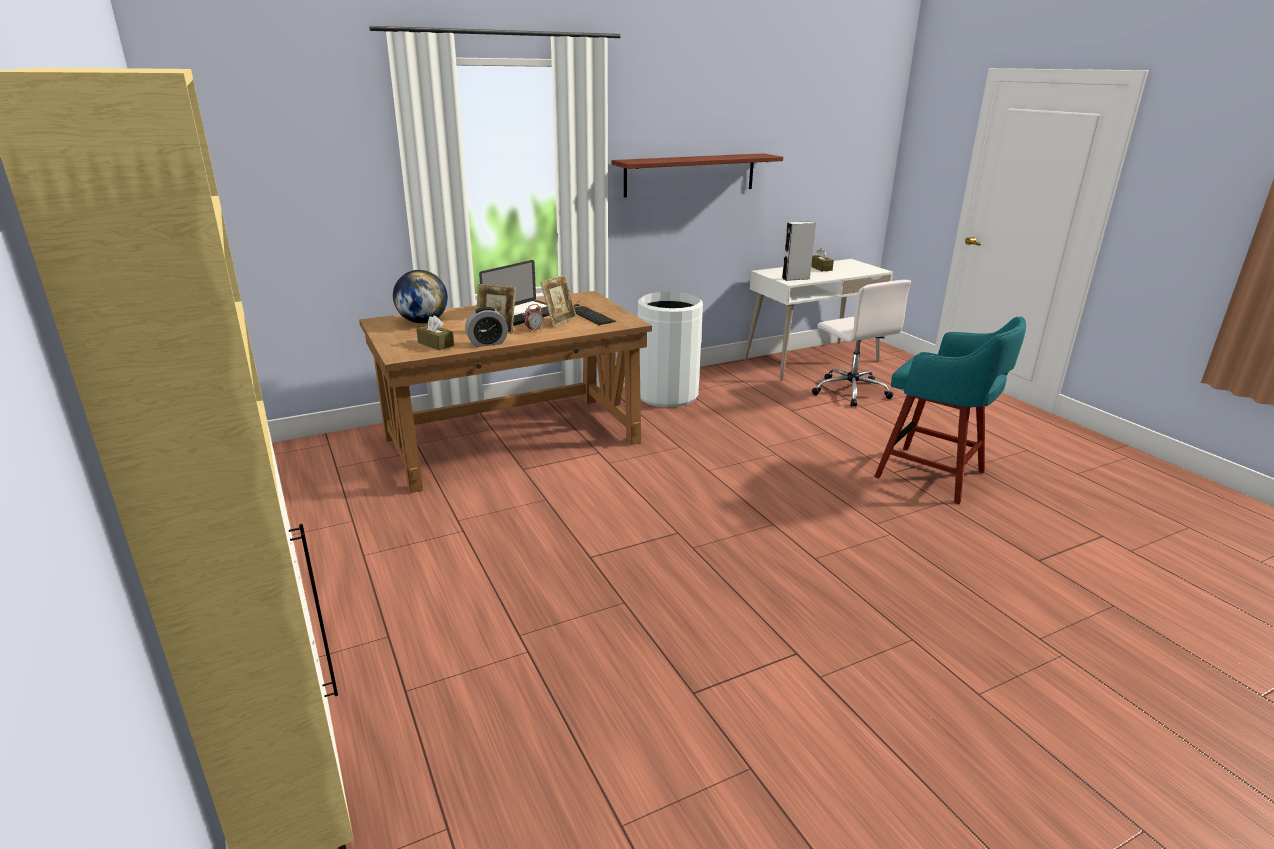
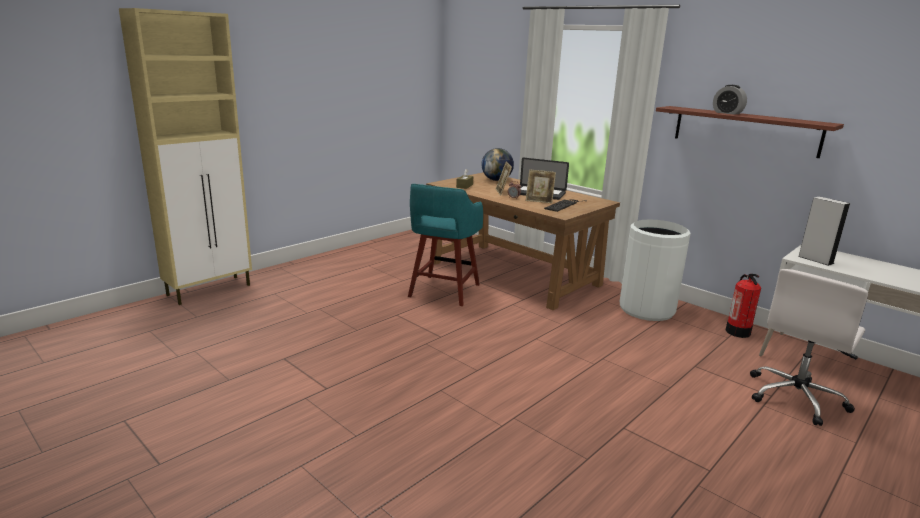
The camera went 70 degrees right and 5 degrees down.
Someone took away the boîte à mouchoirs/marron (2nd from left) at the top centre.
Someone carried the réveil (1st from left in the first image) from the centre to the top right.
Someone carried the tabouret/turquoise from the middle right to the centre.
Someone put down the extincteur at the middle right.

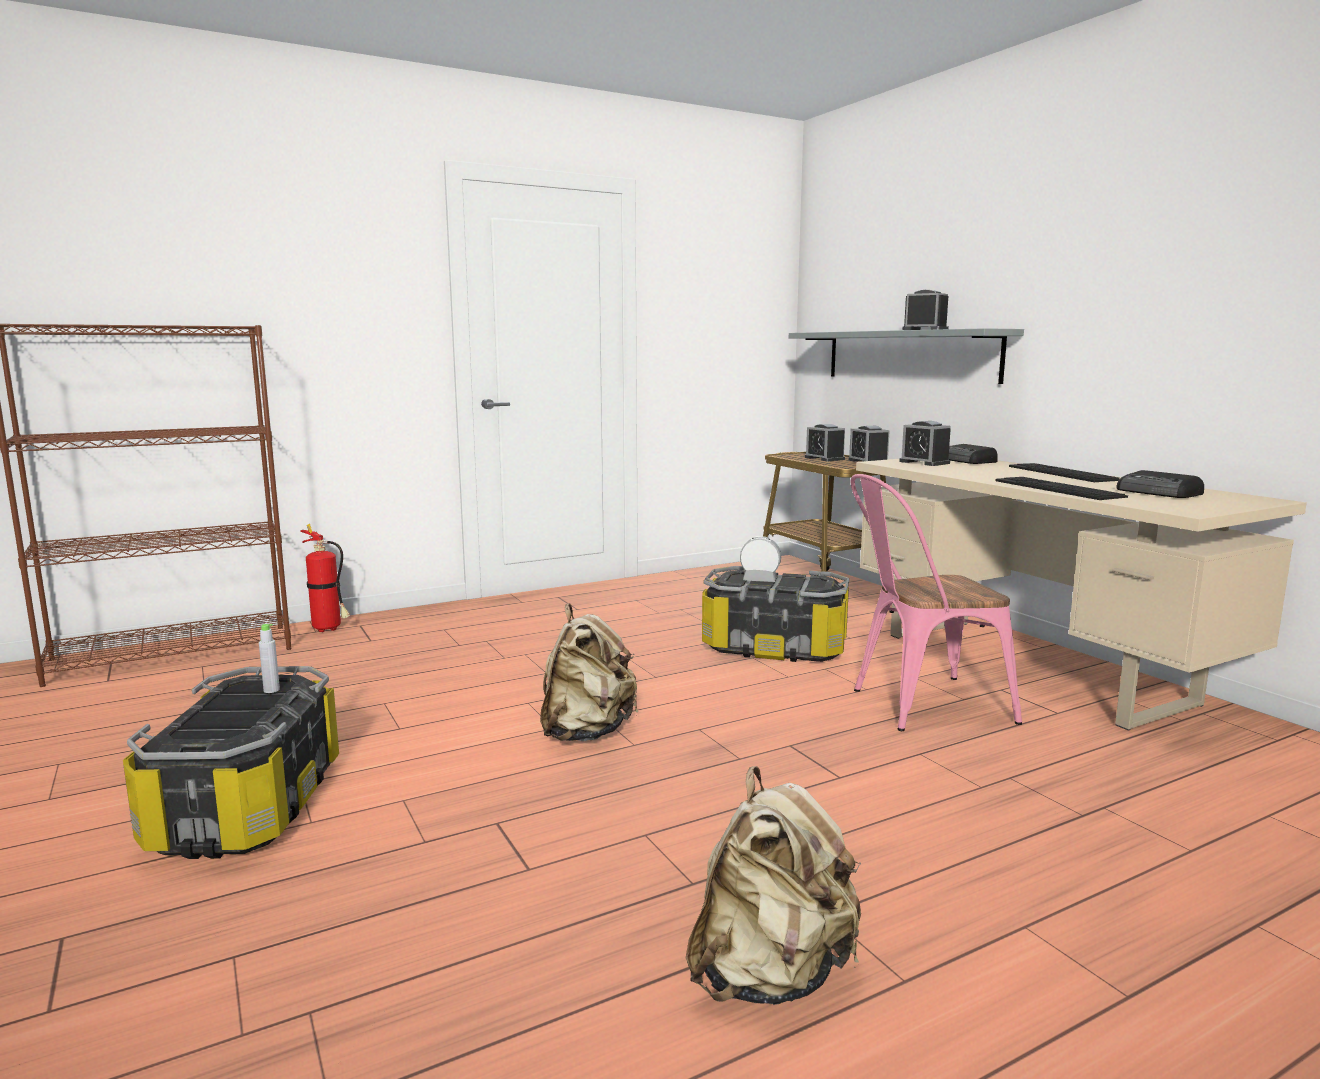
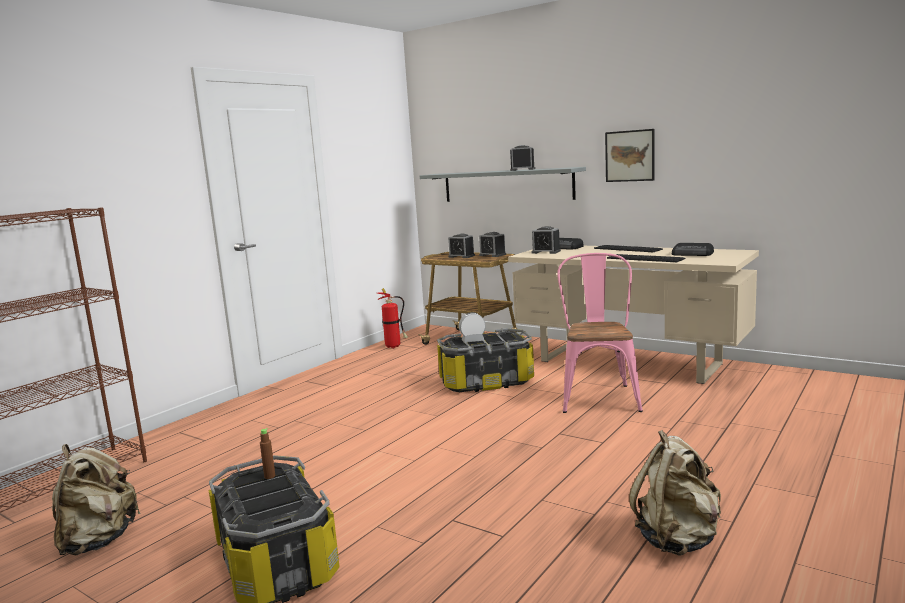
The camera went 25 degrees left and 0 degrees up.
Someone rotated the chaise/rose at the middle right by 135 degrees clockwise.
Someone carried the extincteur from the middle left to the centre.
Someone carried the sac à dos/beige (1st from left) from the centre to the bottom left.
Someone repainted the bouteille/gris at the middle left, which became the bouteille/marron at the bottom left.
Someone put up the tableau at the top right.

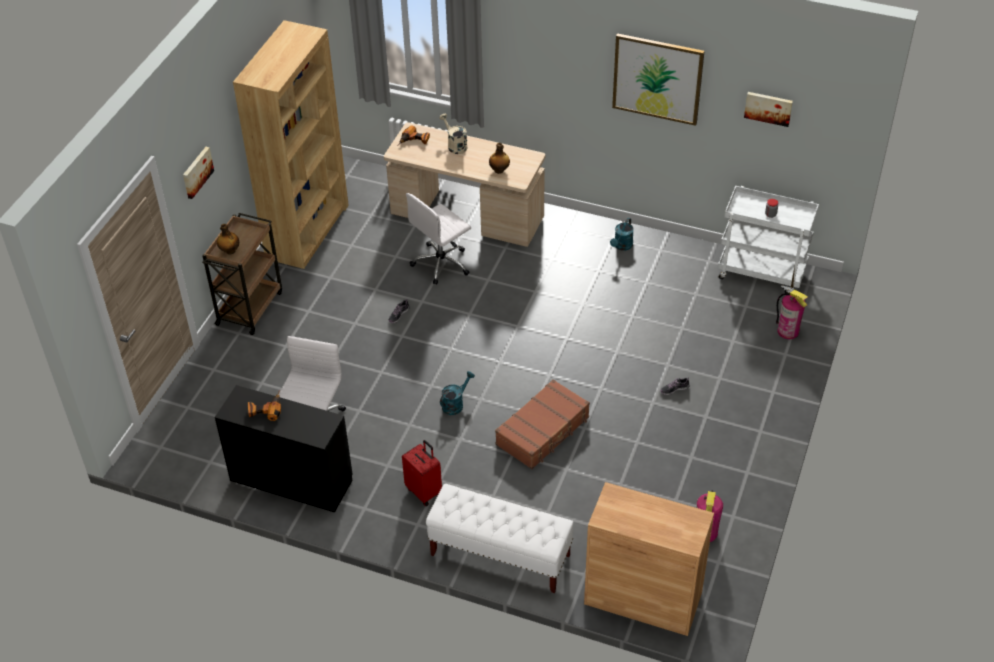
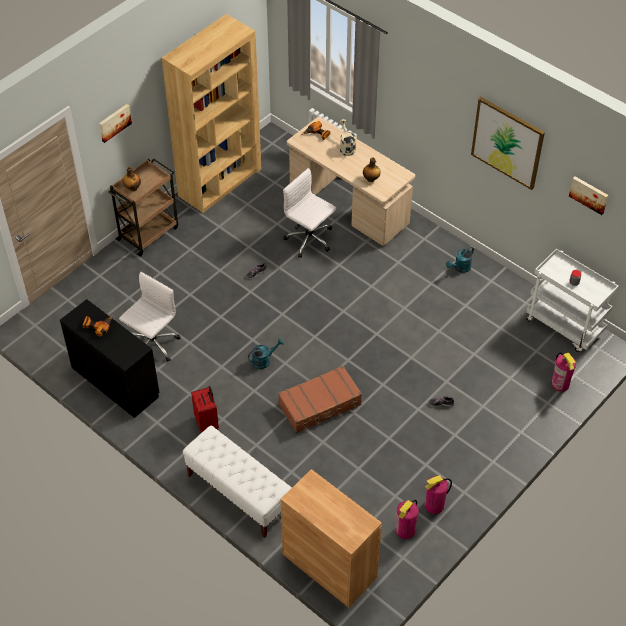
The camera went 20 degrees right and 5 degrees up.
Someone rotated the chaise de bureau/blanc (2nd from left) at the centre by 60 degrees clockwise.
Someone put down the extincteur (2nd from left) at the bottom right.

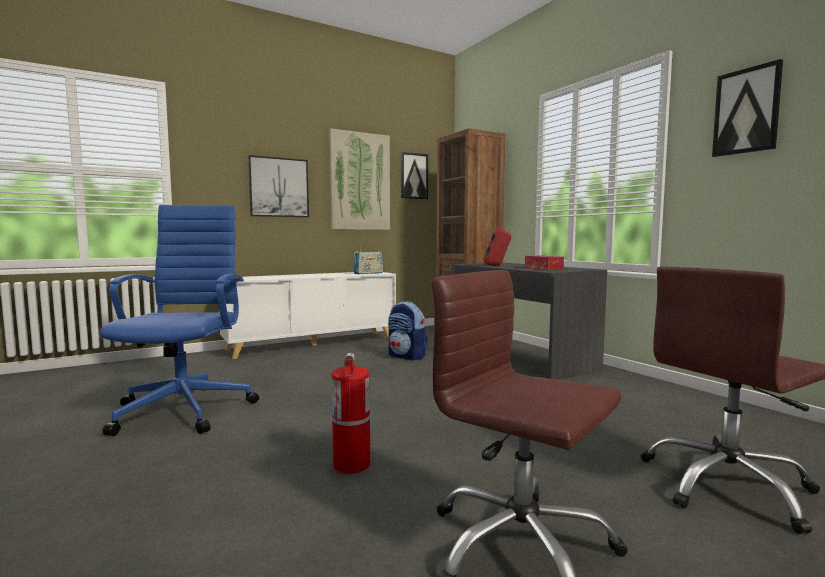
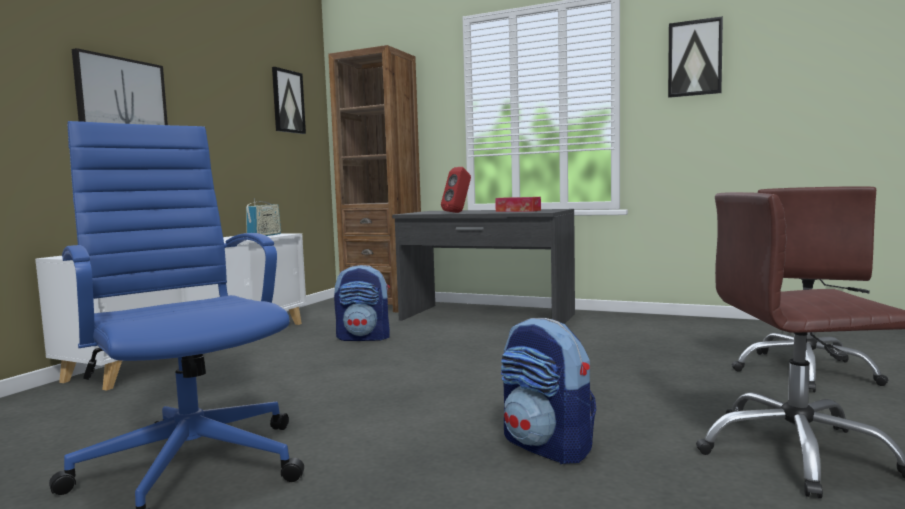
The camera went 35 degrees left and 0 degrees up.
Someone took away the tableau (2nd from left) at the top centre.
Someone swapped the extincteur at the bottom centre for the sac à dos (2nd from left) at the bottom centre.

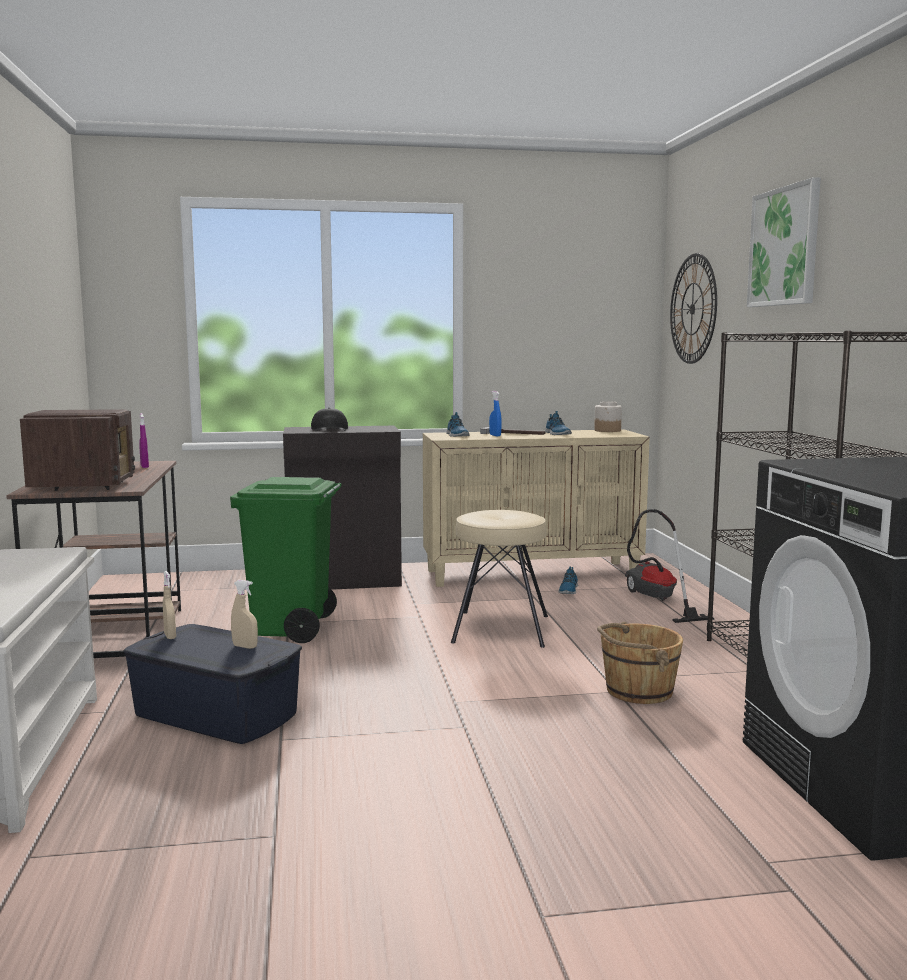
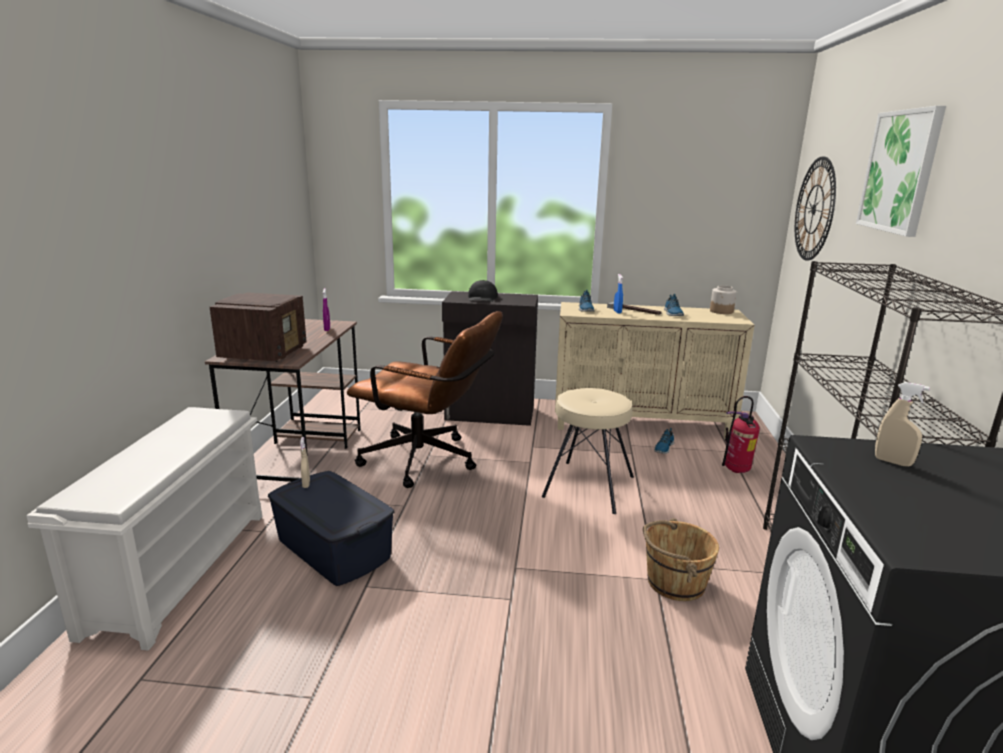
The camera went 15 degrees right and 10 degrees up.
Someone swapped the poubelle/vert at the middle left for the chaise de bureau/marron at the centre.
Someone swapped the aspirateur at the middle right for the extincteur at the middle right.
Someone carried the vaporisateur/beige (2nd from left) from the middle left to the middle right.

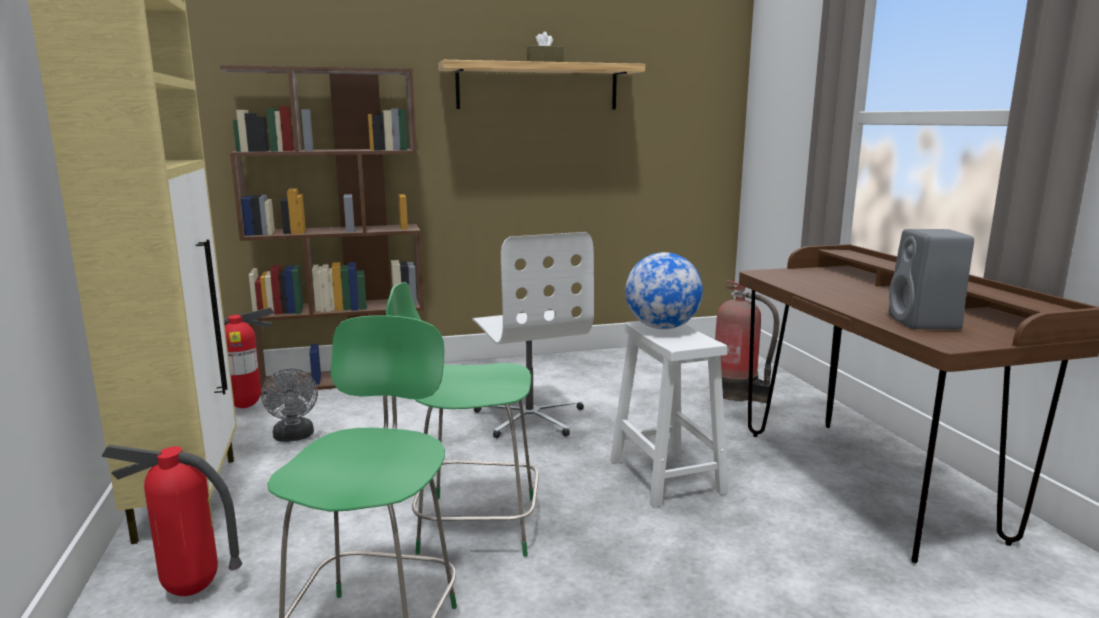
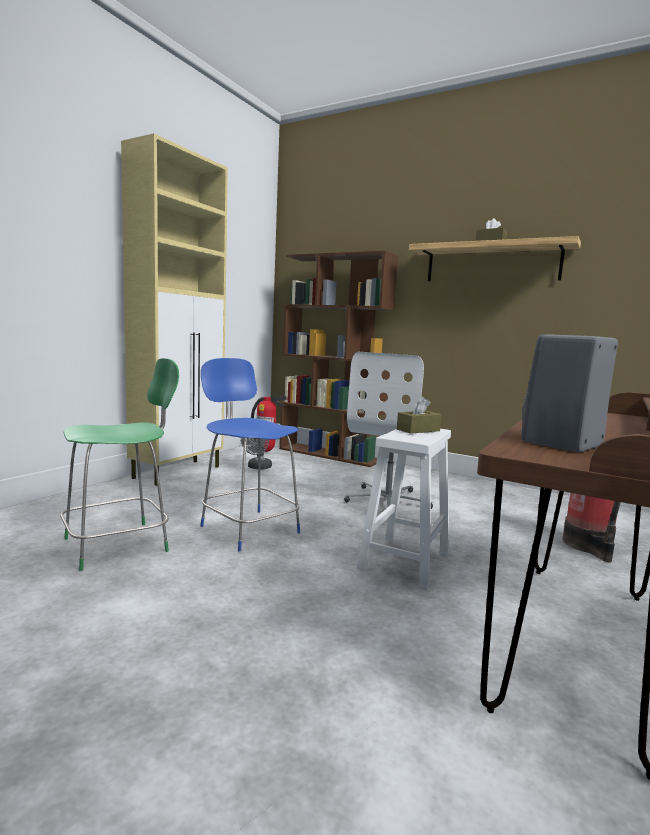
The camera went 45 degrees right and 5 degrees down.
Someone swapped the globe at the centre for the boîte à mouchoirs/marron (1st from left) at the centre.
Someone repainted the chaise/vert (2nd from left) at the bottom centre, which became the chaise/bleu at the centre.
Someone took away the extincteur (1st from left) at the bottom left.

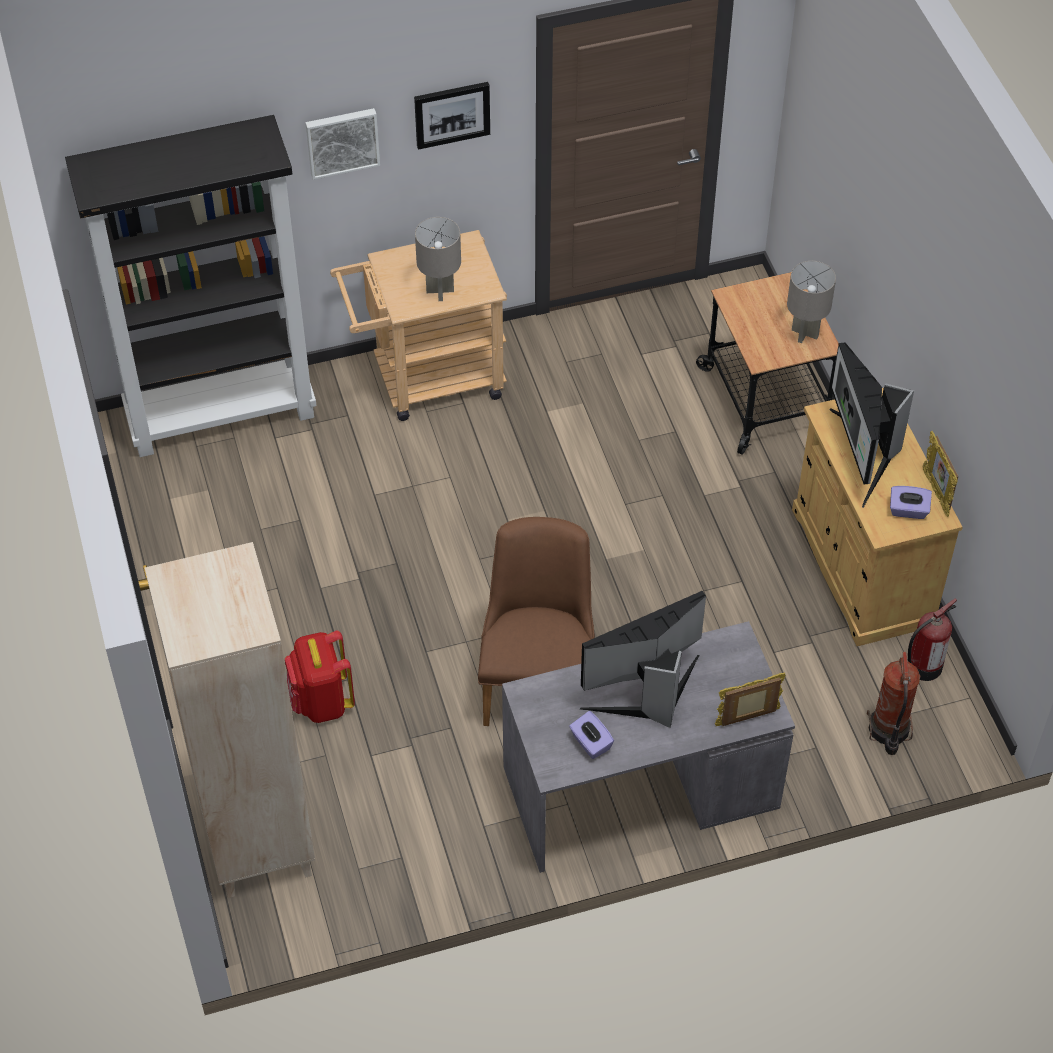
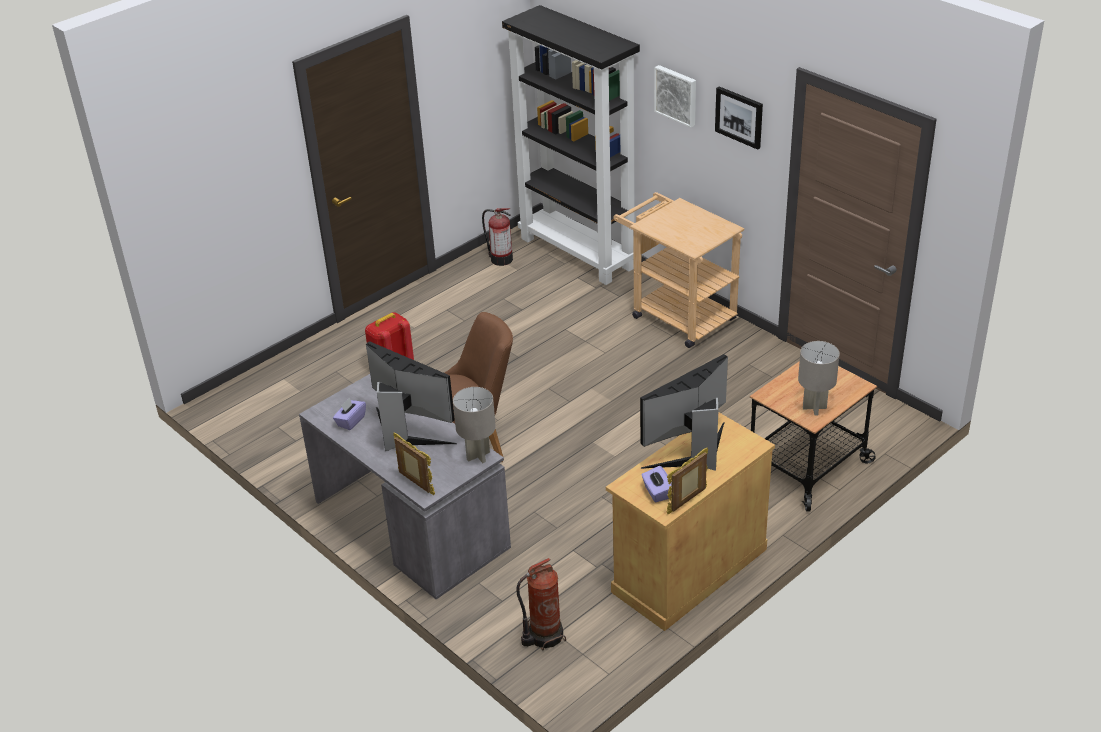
The camera went 65 degrees right and 15 degrees down.
Someone carried the lampe de table/gris (1st from left) from the top centre to the centre.
Someone took away the bibliothèque/beige at the bottom left.
Someone carried the extincteur (2nd from left in the first image) from the middle right to the top centre.

